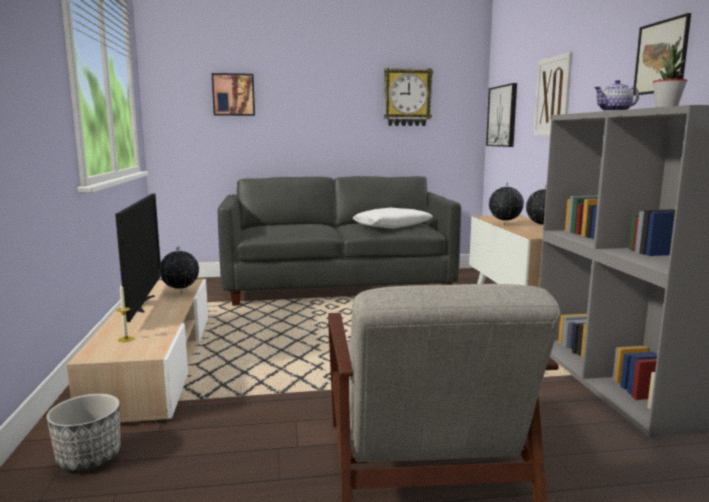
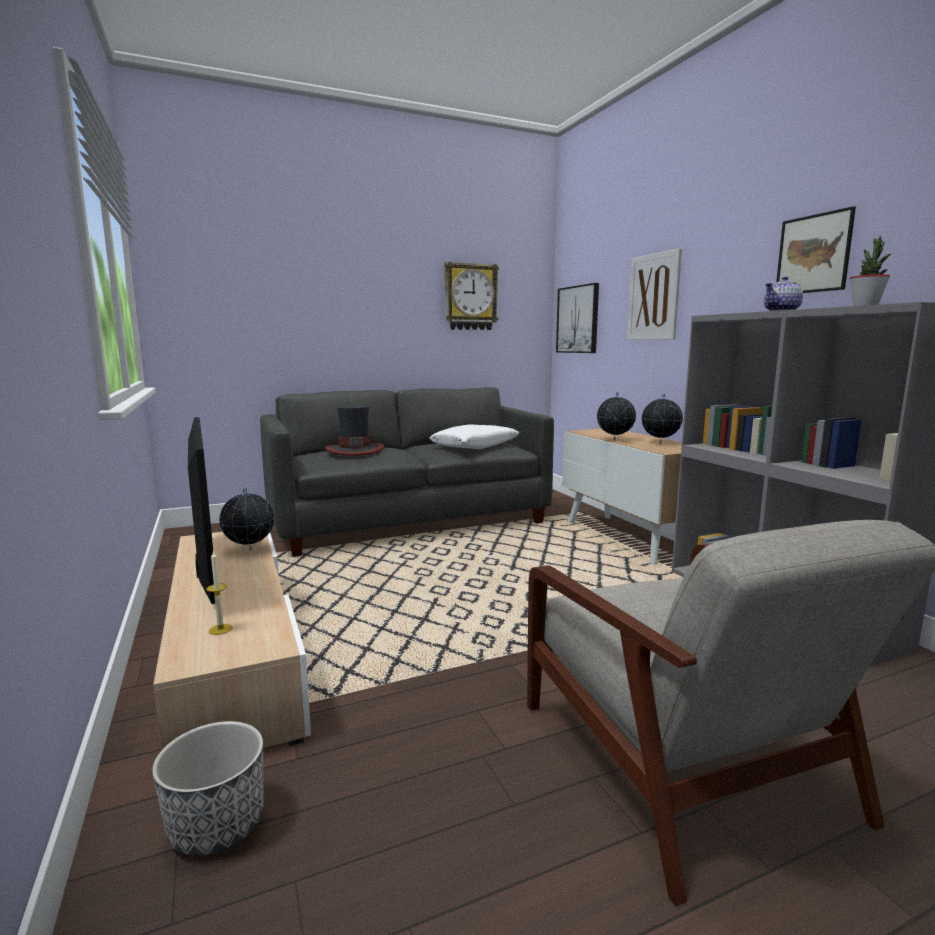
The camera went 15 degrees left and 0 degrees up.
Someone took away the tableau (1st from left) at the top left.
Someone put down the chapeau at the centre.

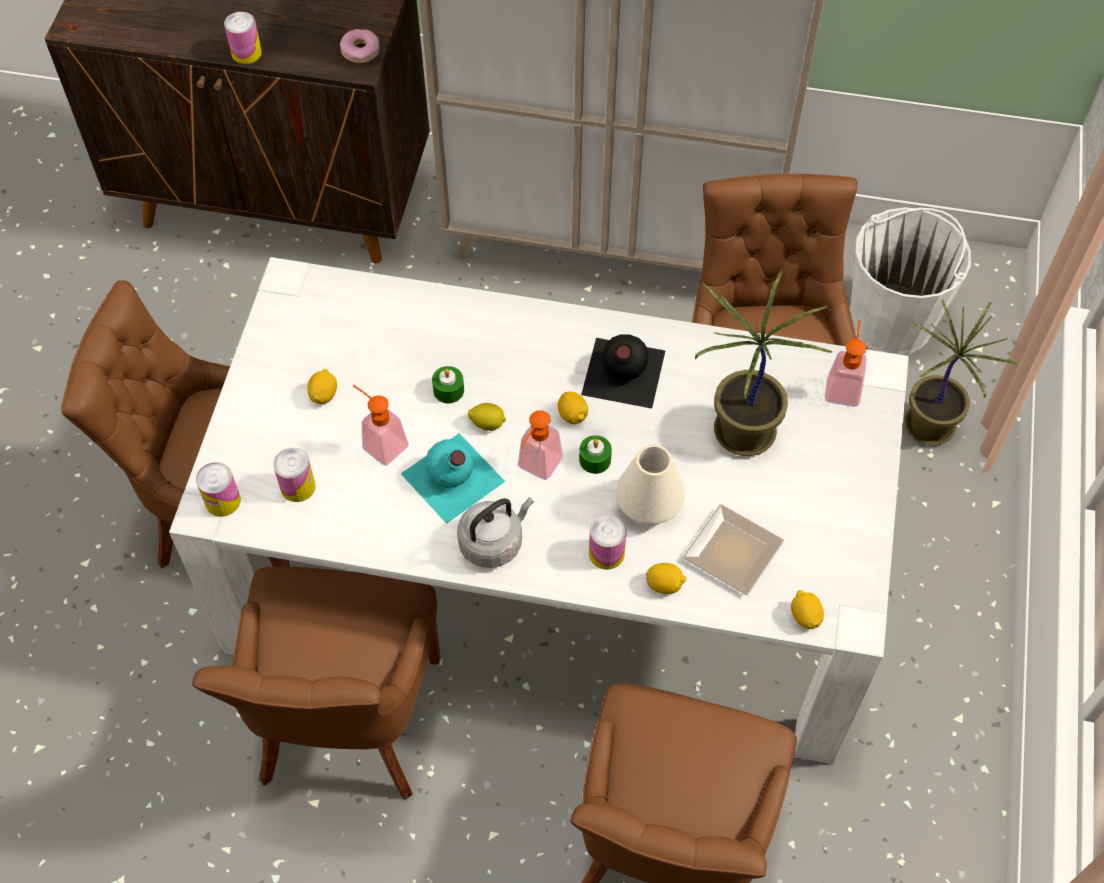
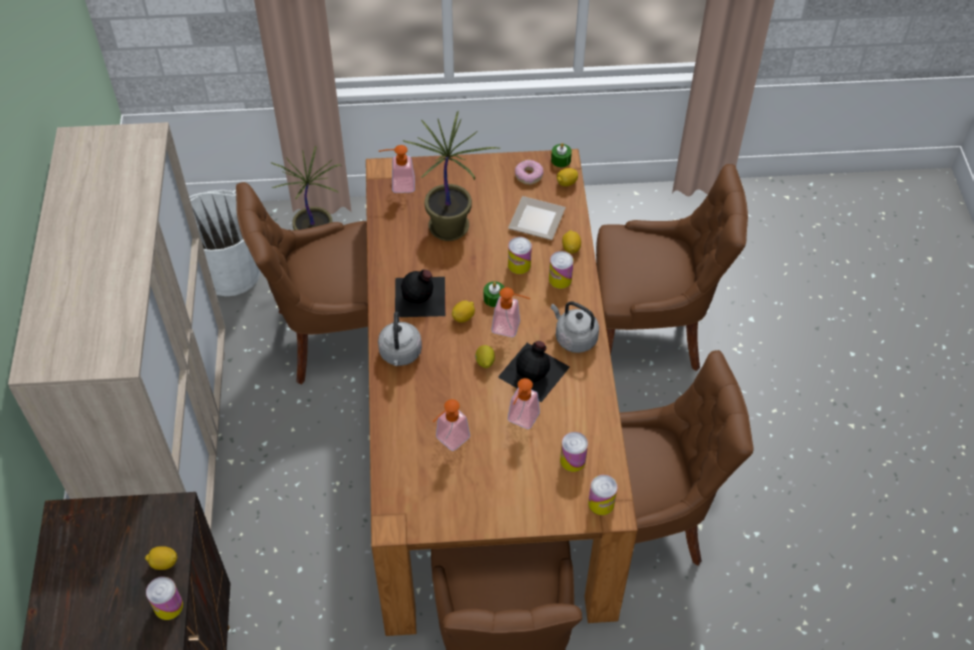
The camera went 105 degrees left and 5 degrees down.
Someone carried the beignet from the top left to the top centre.
Someone repainted the table à manger/blanc at the centre, which became the table à manger/marron at the centre.
Someone carried the bougie/vert (1st from left in the first image) from the centre to the top centre.
Someone carried the citron (1st from left) from the middle left to the bottom left.
Someone repainted the bouteille/turquoise at the centre, which became the bouteille/noir (2nd from left) at the centre.
Someone swapped the vase/blanc at the centre for the boîte métallique (2nd from left) at the centre.
Someone put down the bouilloire/gris (1st from left) at the centre.
Someone put down the distributeur de savon (2nd from left) at the centre.

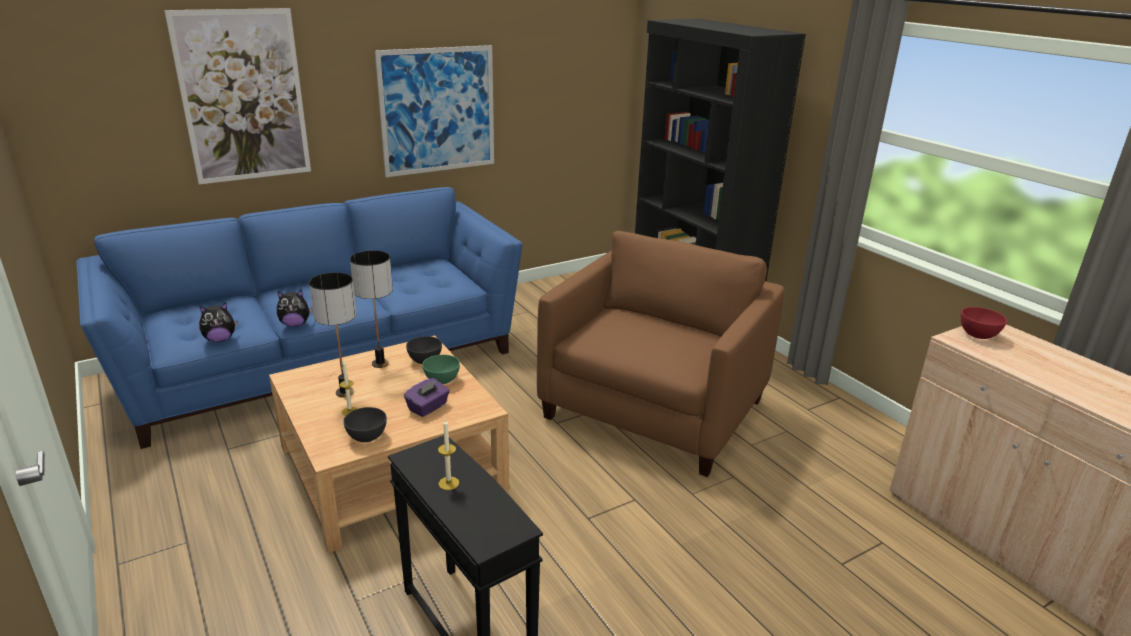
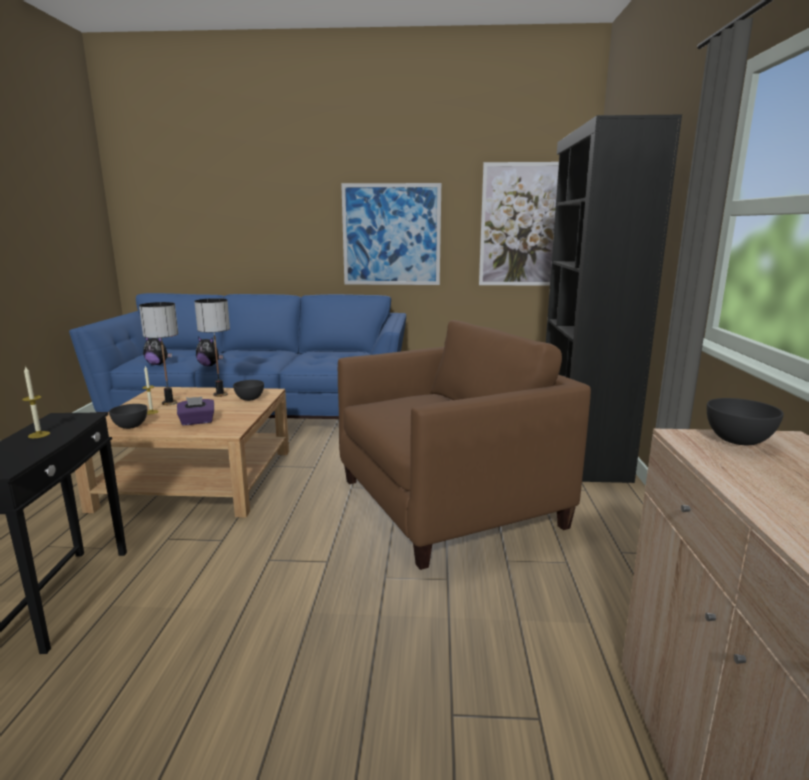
The camera went 35 degrees right and 10 degrees down.
Someone carried the tableau (1st from left in the first image) from the top left to the top centre.
Someone repainted the bol/rouge at the middle right, which became the bol/gris (3rd from left) at the middle right.
Someone took away the bol/vert at the centre.

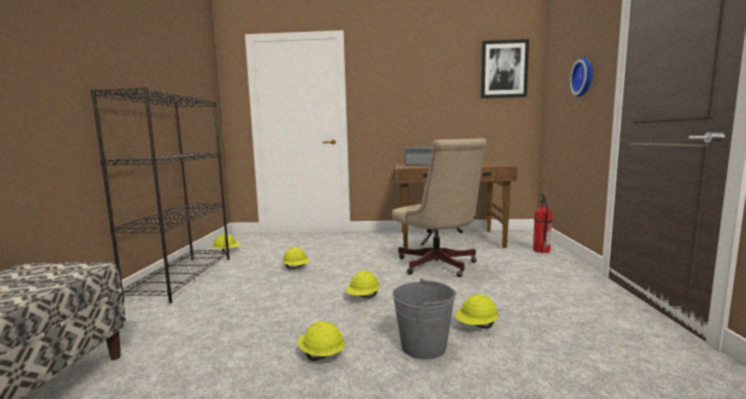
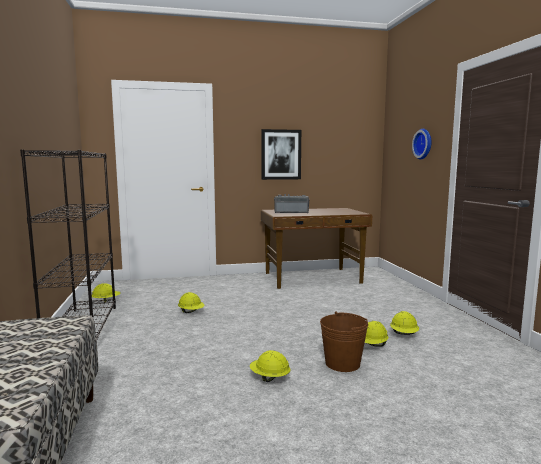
The camera went 15 degrees left and 0 degrees up.
Someone carried the tableau from the top right to the top centre.
Someone took away the chaise de bureau/beige at the centre.
Someone took away the extincteur at the middle right.
Someone carried the casque de chantier/jaune (4th from left in the first image) from the bottom centre to the bottom right.
Someone repainted the seau/gris at the bottom centre, which became the seau/marron at the bottom centre.

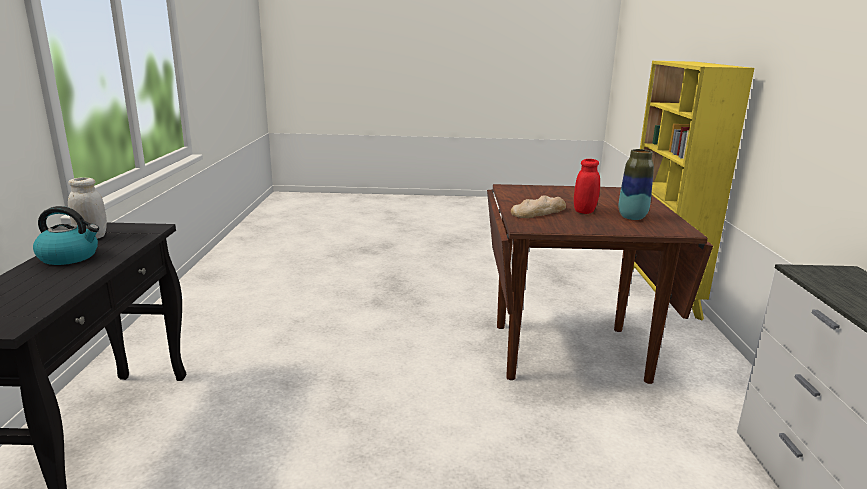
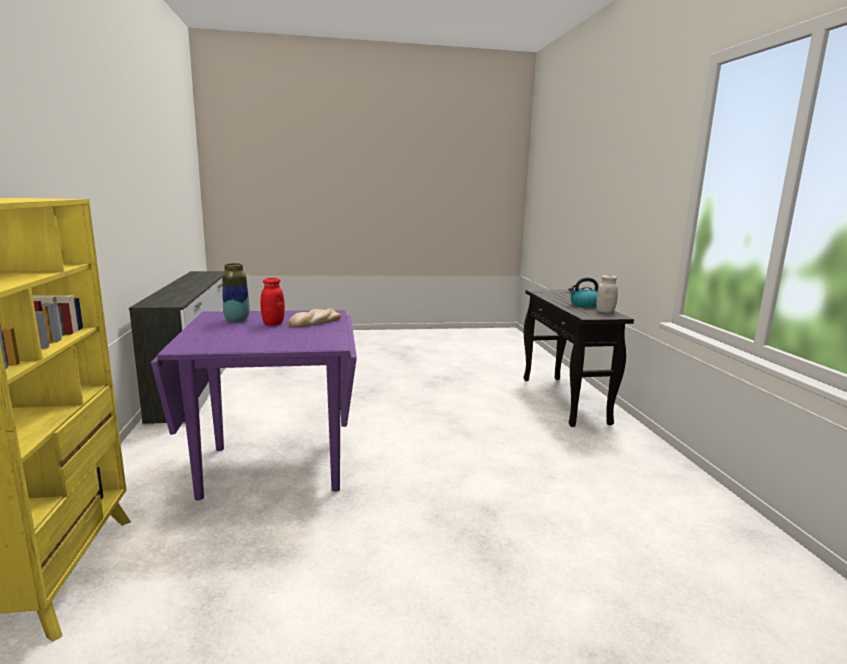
The camera went 170 degrees right and 5 degrees down.
Someone repainted the table à manger/marron at the middle right, which became the table à manger/violet at the middle left.

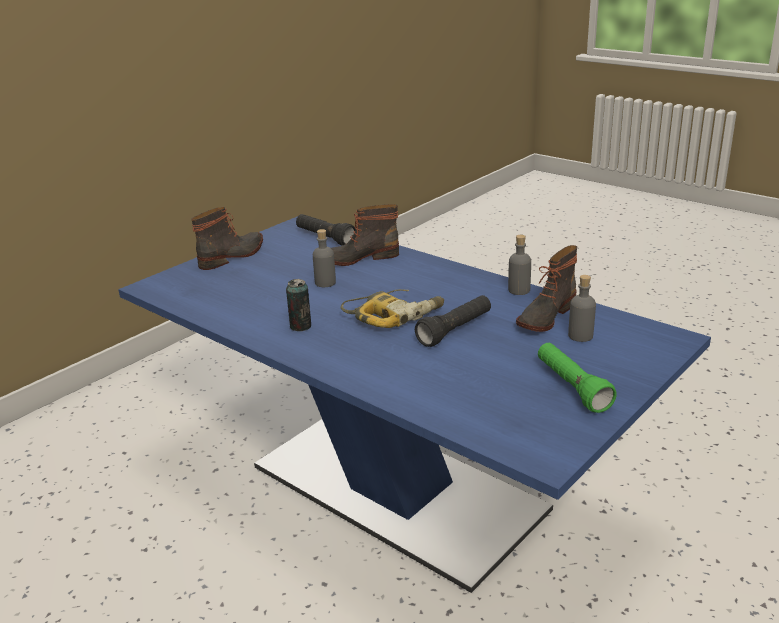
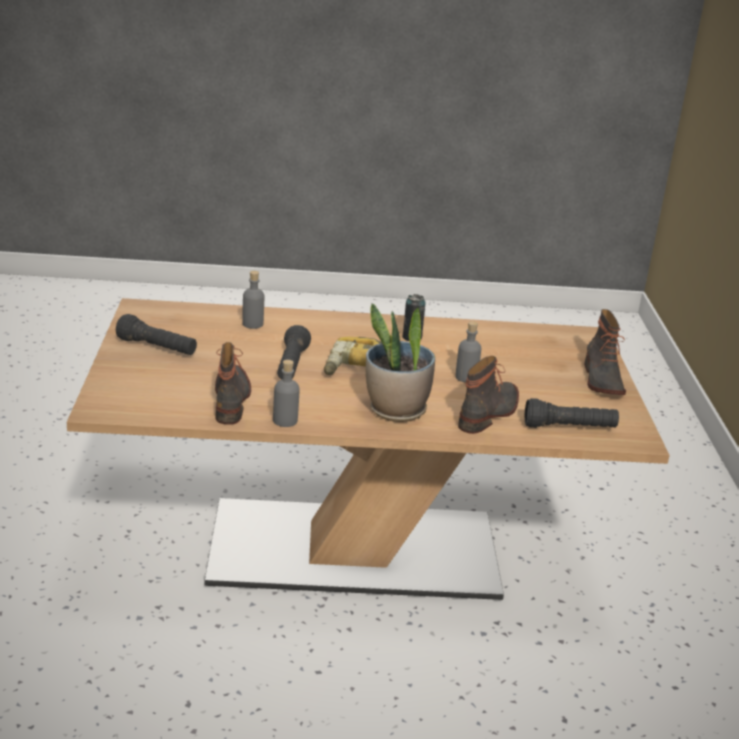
The camera went 135 degrees right and 0 degrees up.
Someone repainted the table à manger/bleu at the centre, which became the table à manger/beige at the centre.
Someone carried the bouteille/gris (3rd from left in the first image) from the middle right to the centre.
Someone repainted the lampe de poche/vert at the middle right, which became the lampe de poche/noir (1st from left) at the middle left.
Someone put down the plante en pot at the centre.

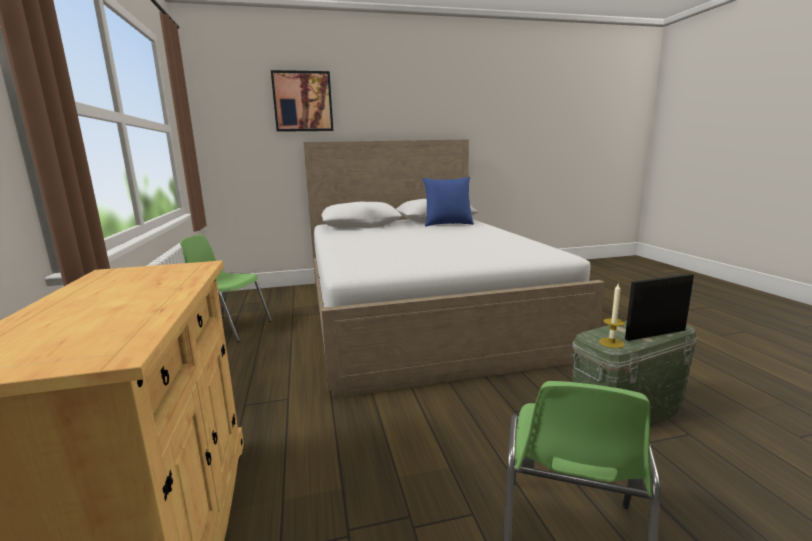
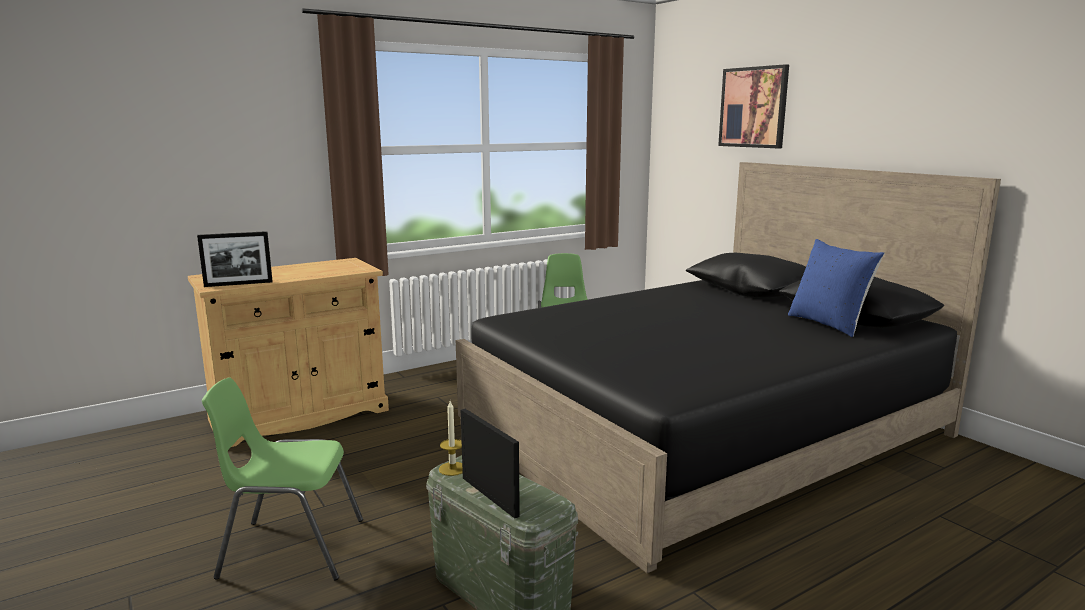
The camera went 70 degrees right and 0 degrees up.
Someone repainted the lit/blanc at the centre, which became the lit/noir at the middle right.
Someone put down the cadre photo (1st from left) at the middle left.

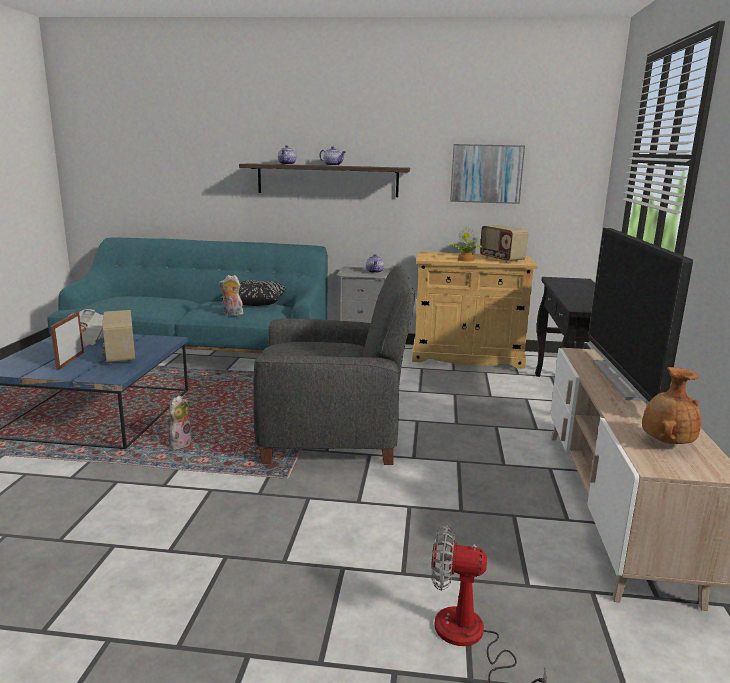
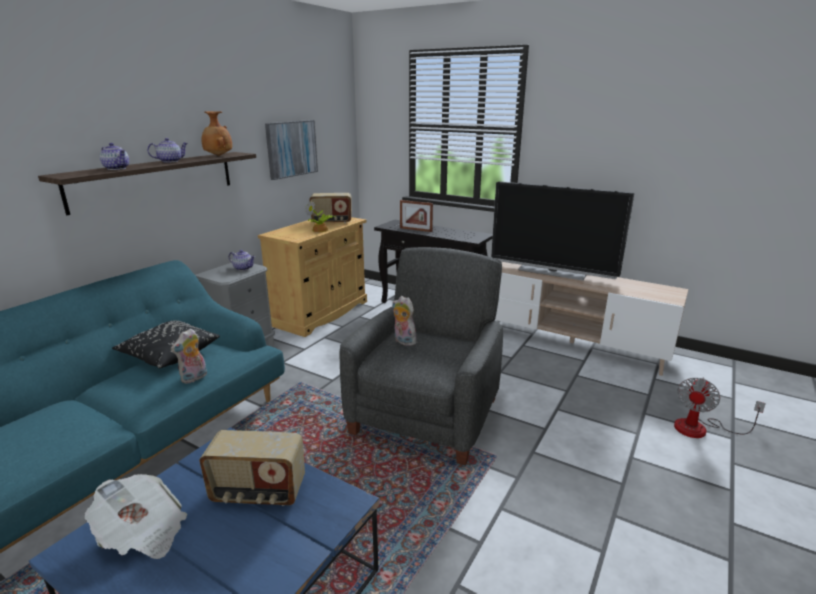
The camera went 65 degrees left and 5 degrees up.
Someone carried the cadre photo from the middle left to the centre.
Someone carried the vase/marron from the middle right to the top left.
Someone carried the peluche (1st from left in the first image) from the middle left to the centre.

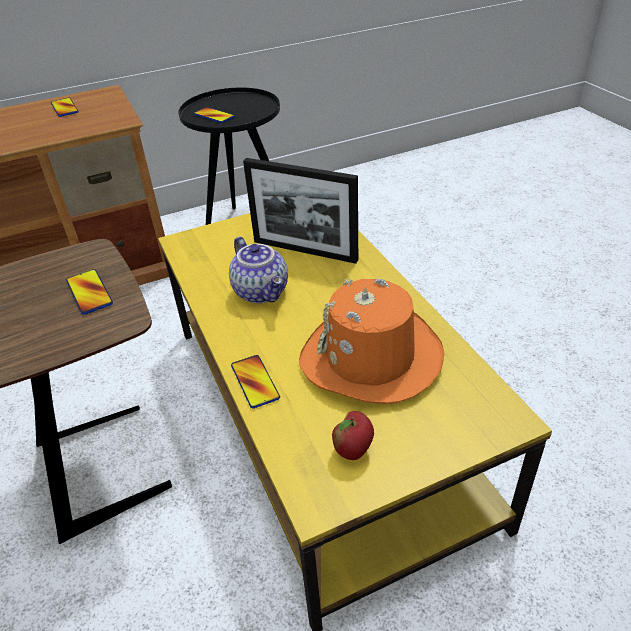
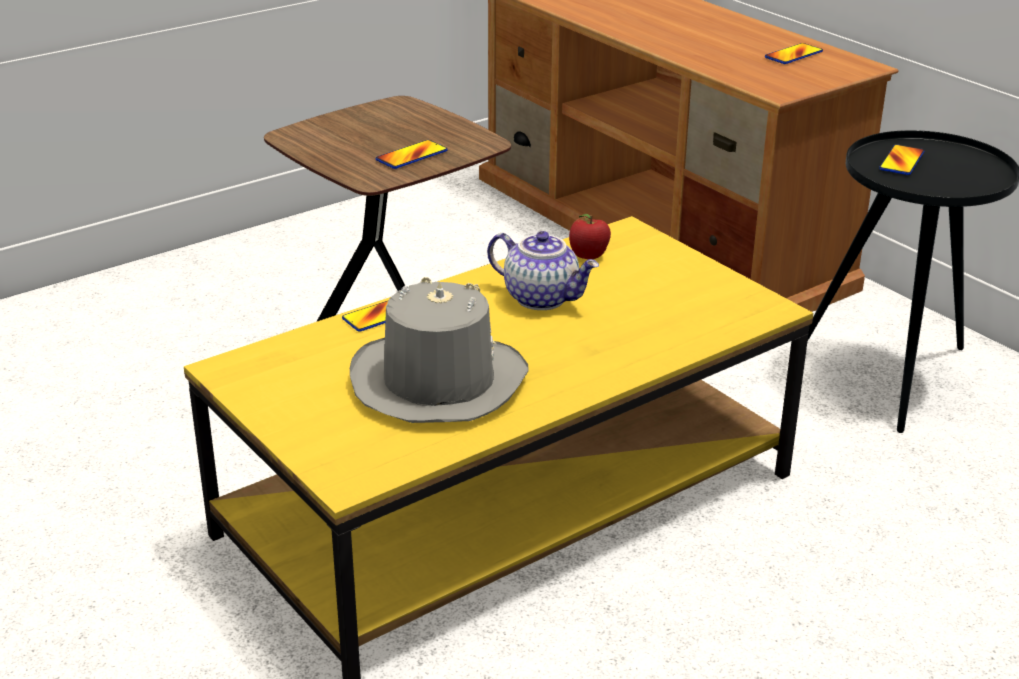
The camera went 75 degrees right and 10 degrees down.
Someone took away the cadre photo at the centre.
Someone rotated the théière at the centre by 105 degrees counterclockwise.
Someone repainted the chapeau/orange at the centre, which became the chapeau/gris at the centre.
Someone carried the pomme from the bottom centre to the centre.

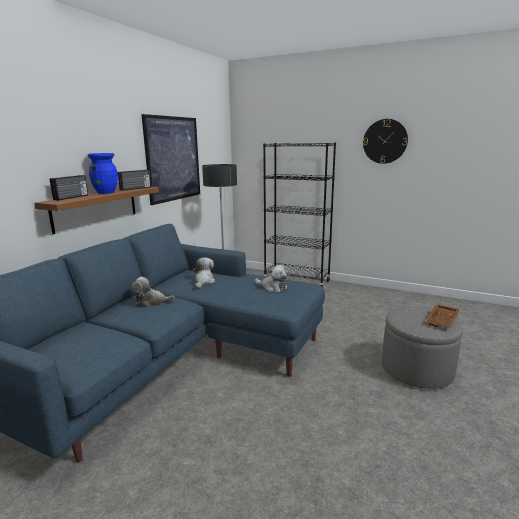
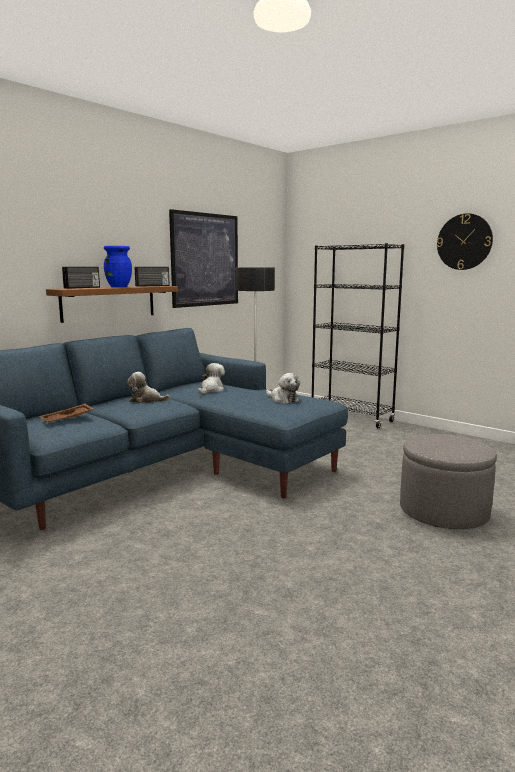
The camera went 15 degrees right and 5 degrees down.
Someone carried the plateau/marron from the middle right to the middle left.

